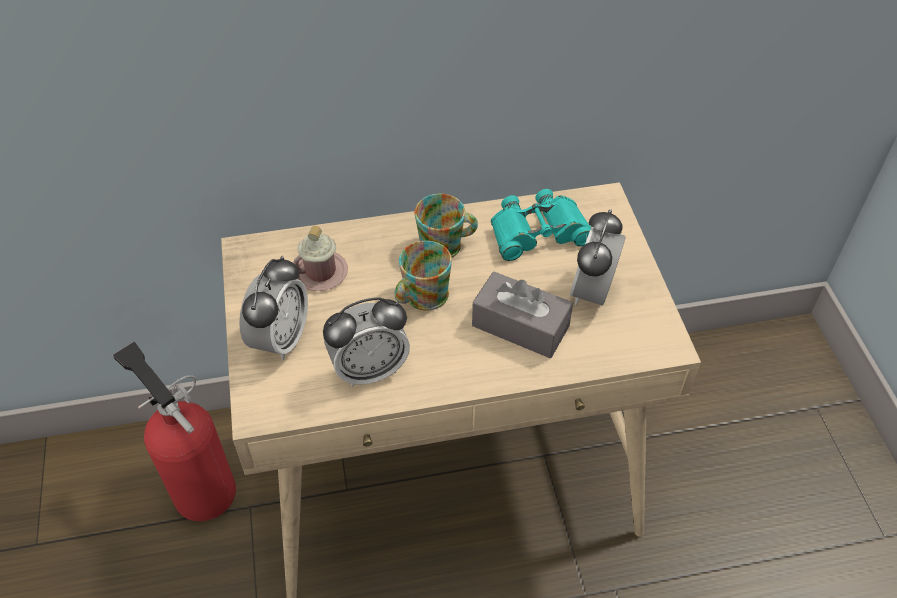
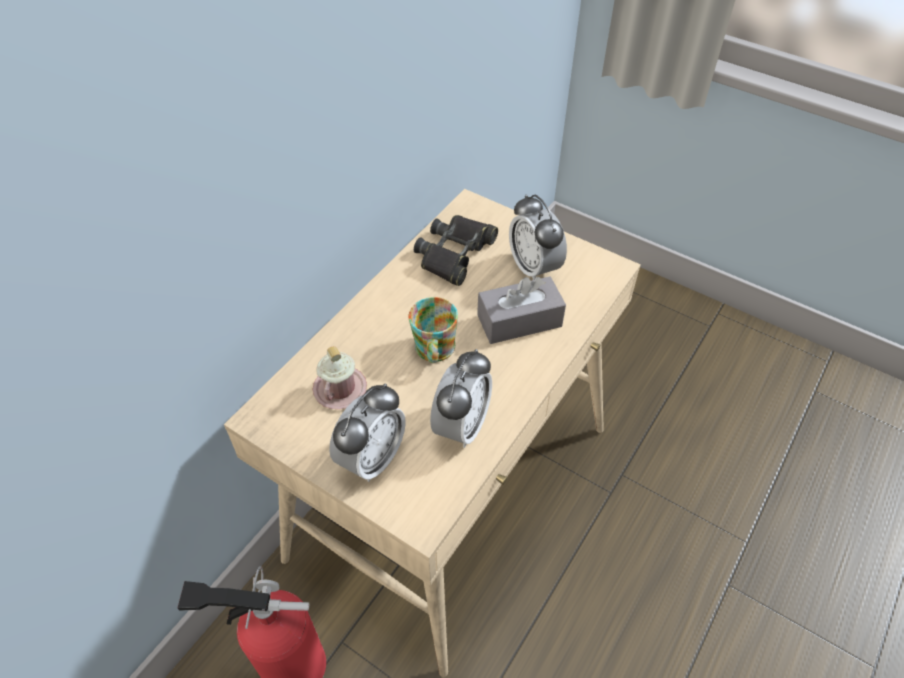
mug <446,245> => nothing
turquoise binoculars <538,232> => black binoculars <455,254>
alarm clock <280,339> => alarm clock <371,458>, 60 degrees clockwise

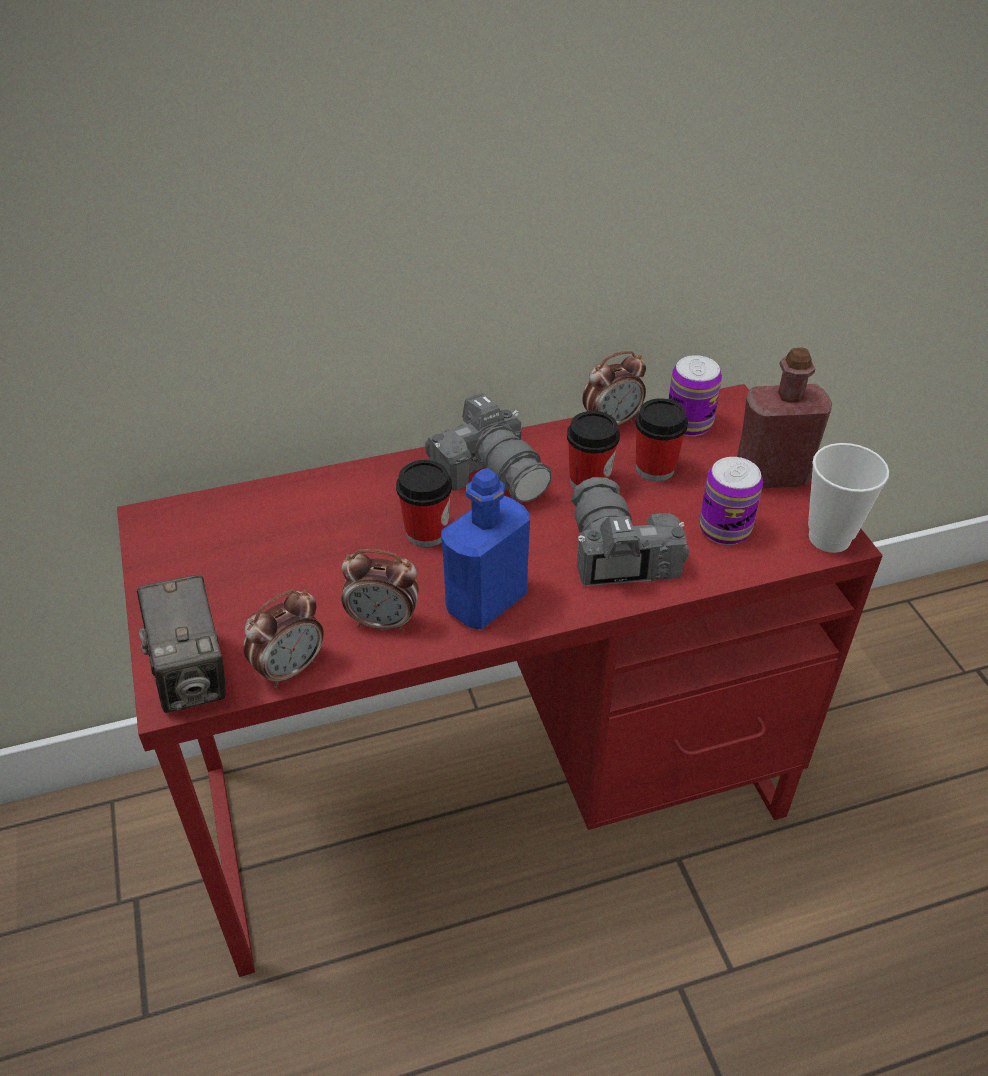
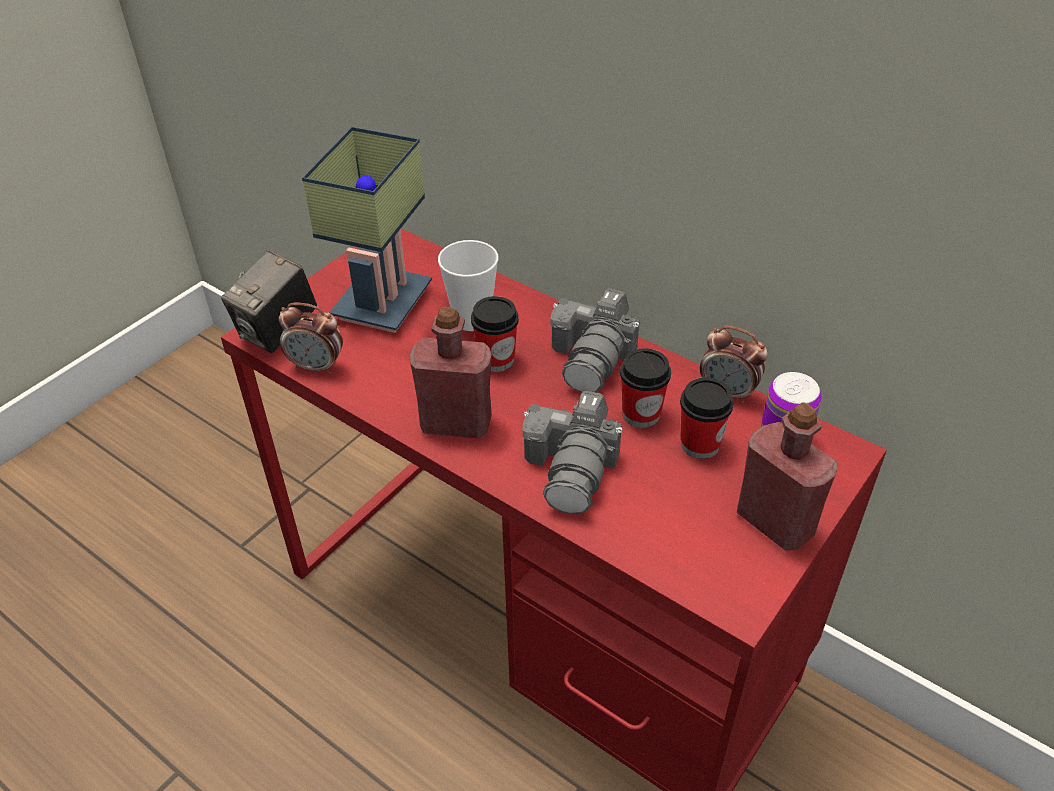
alarm clock <383,622> => nothing
can <724,529> => nothing
nothing => table lamp <385,307>
cup <829,538> => cup <472,320>, shifted
blue bottle <486,602> => red bottle <456,423>
photo camera <616,555> => photo camera <573,469>, 150 degrees clockwise

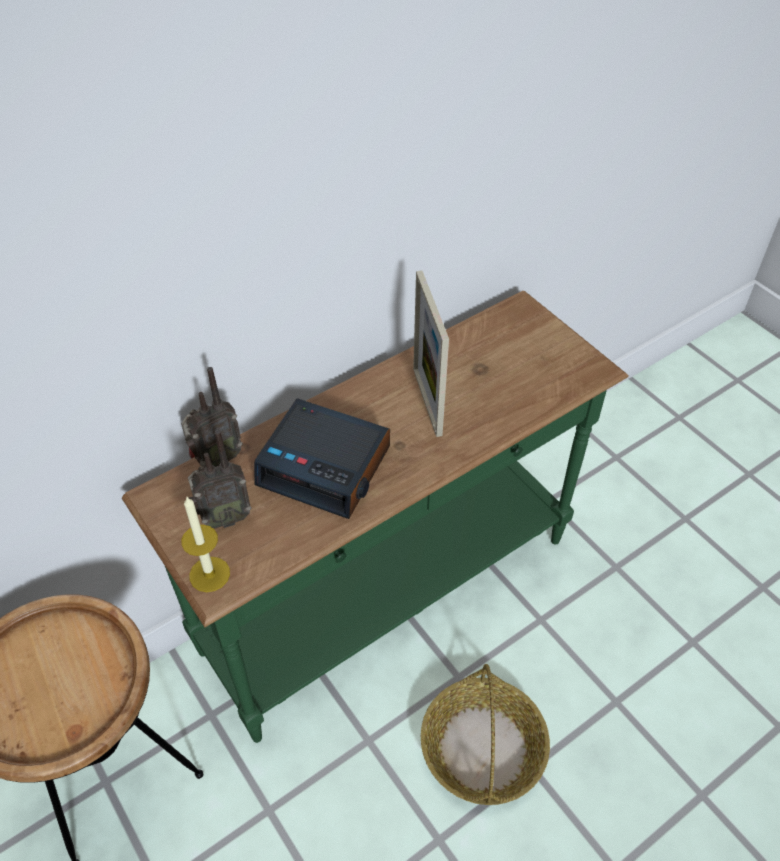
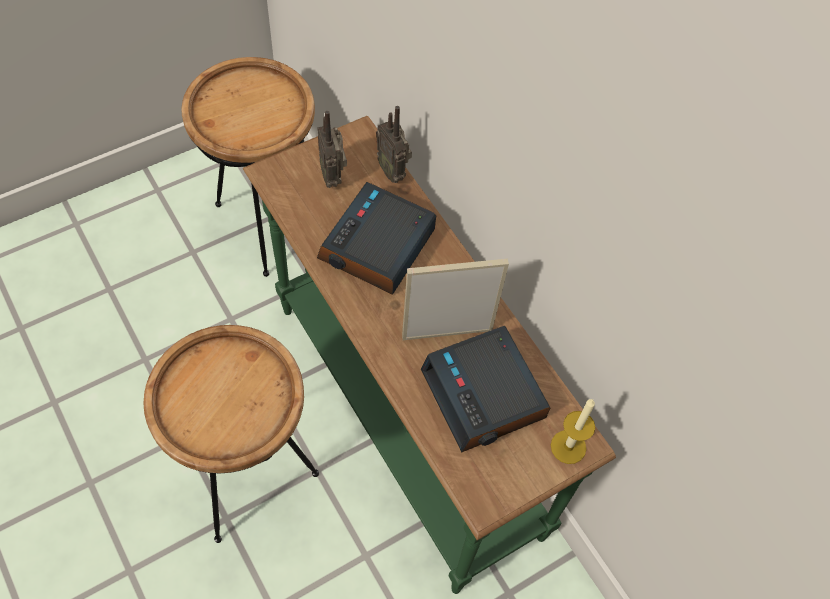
nothing => alarm clock <484,395>
candle <209,574> => candle <568,447>, shifted
basket <482,747> => brown side table <250,480>

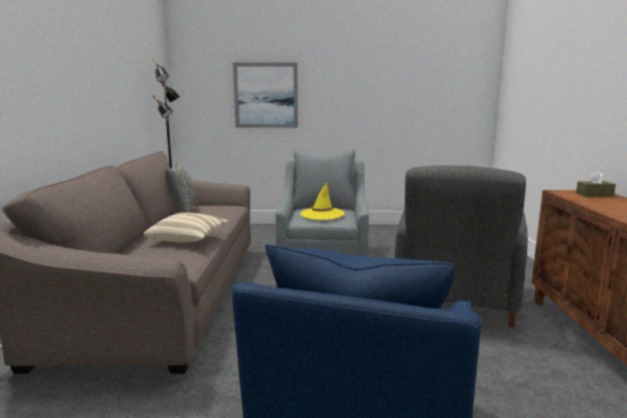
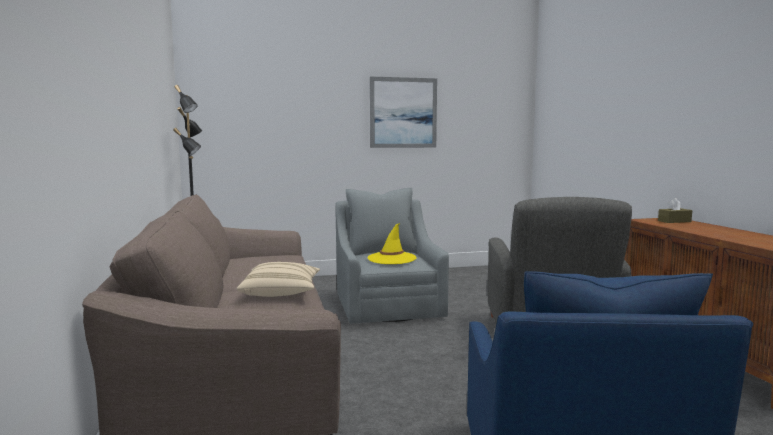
grey pillow <182,211> => nothing
picture <266,95> => picture <403,113>, shifted

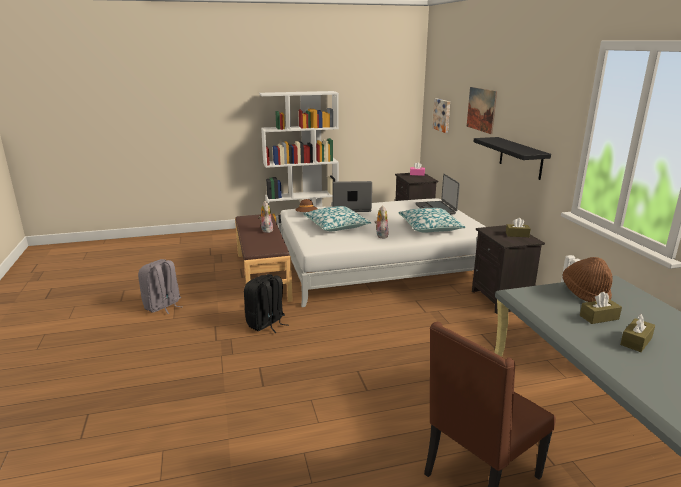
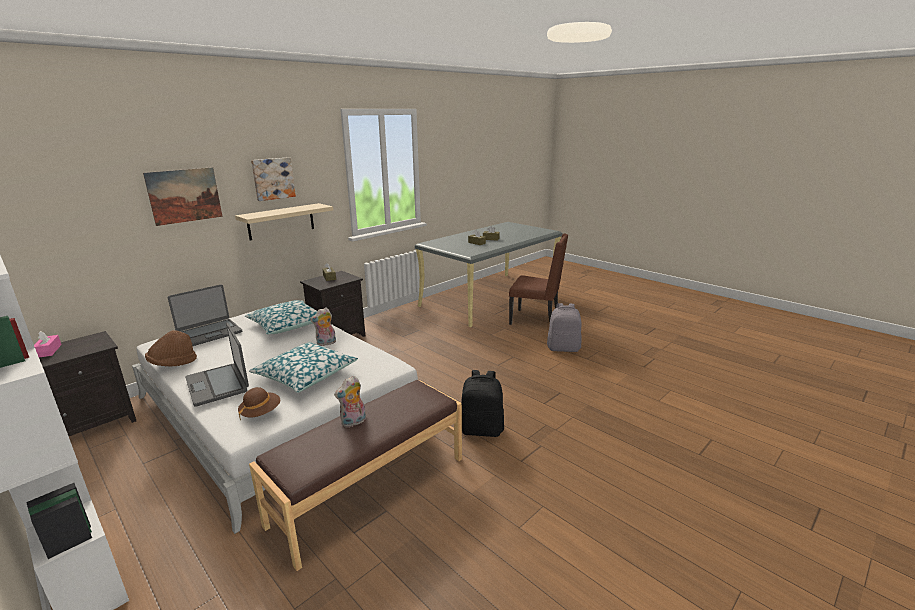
grey backpack <163,306> => grey backpack <563,348>, shifted
picture <442,115> => picture <273,178>, shifted
brown hat <585,292> => brown hat <173,364>, shifted
black shelf <520,158> => beige shelf <281,221>

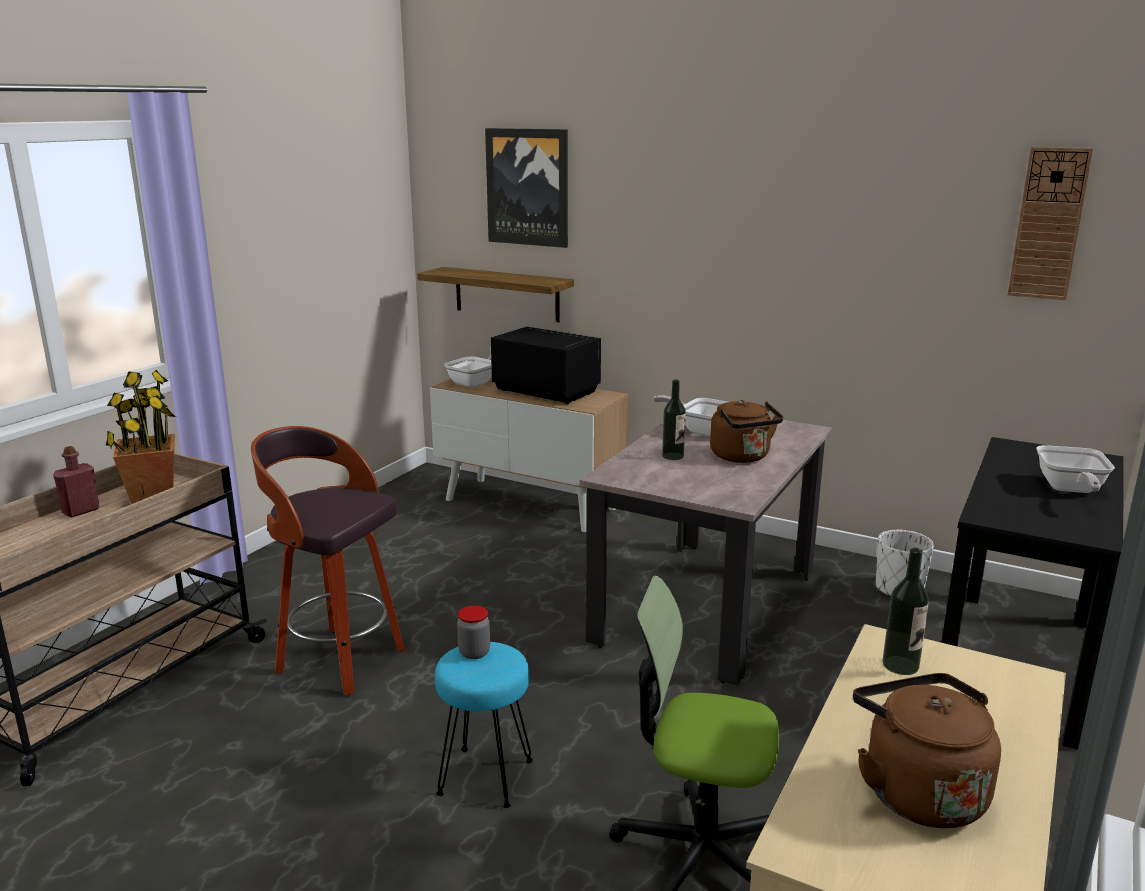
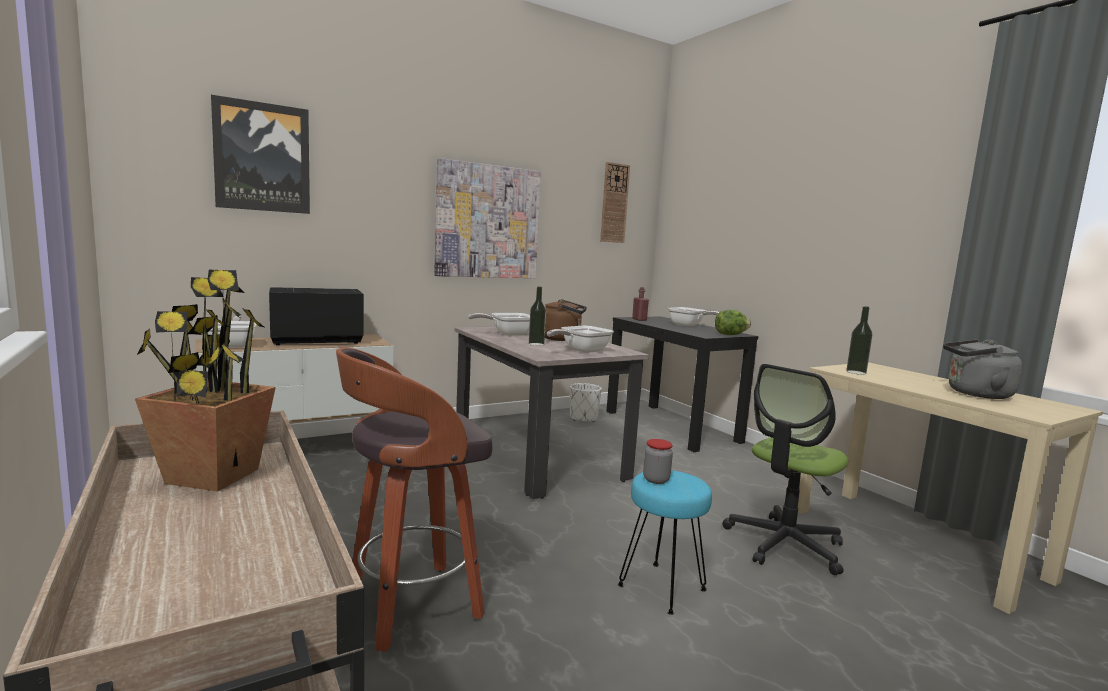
shelf <506,294> => nothing
nothing => picture <487,222>
nothing => frying pan <581,351>
nothing => lettuce <730,335>
red bottle <81,511> => red bottle <639,319>, shifted
brown kettle <918,791> => grey kettle <975,394>

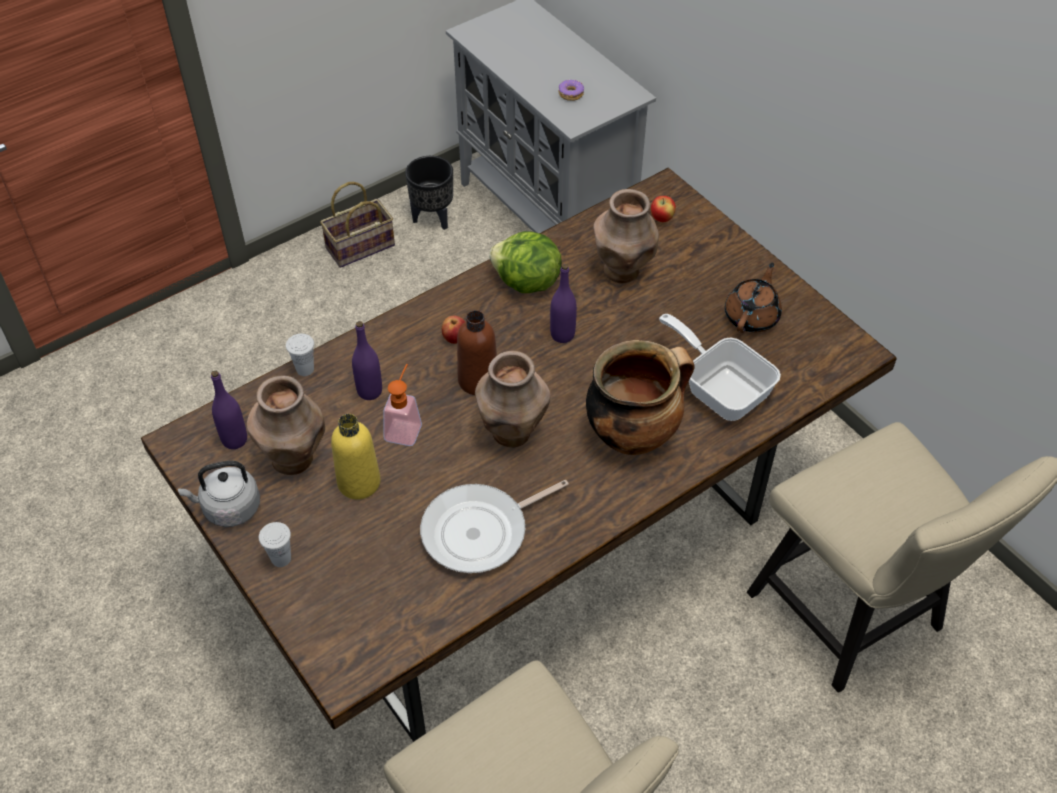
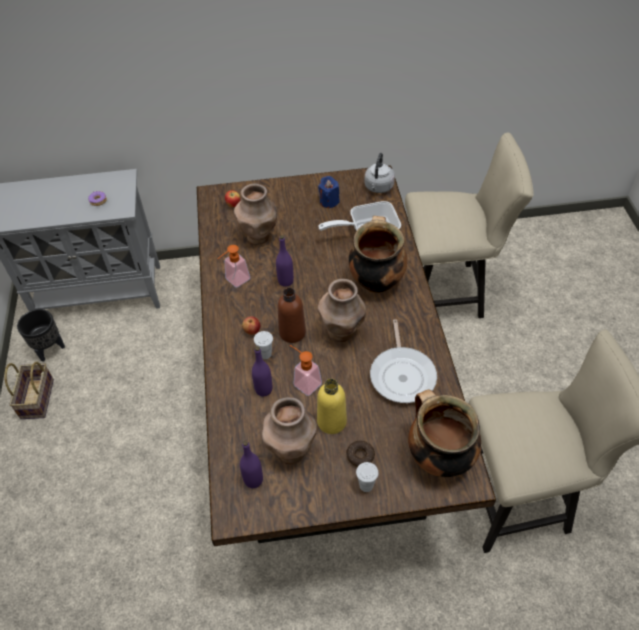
nothing => donut <360,456>
nothing => cooking pot <438,457>
grey kettle <228,508> => grey kettle <378,187>, shifted
white cup <305,369> => white cup <265,354>, shifted
lettuce <526,283> => soap dispenser <234,281>
brown teapot <752,316> => blue candle <329,201>

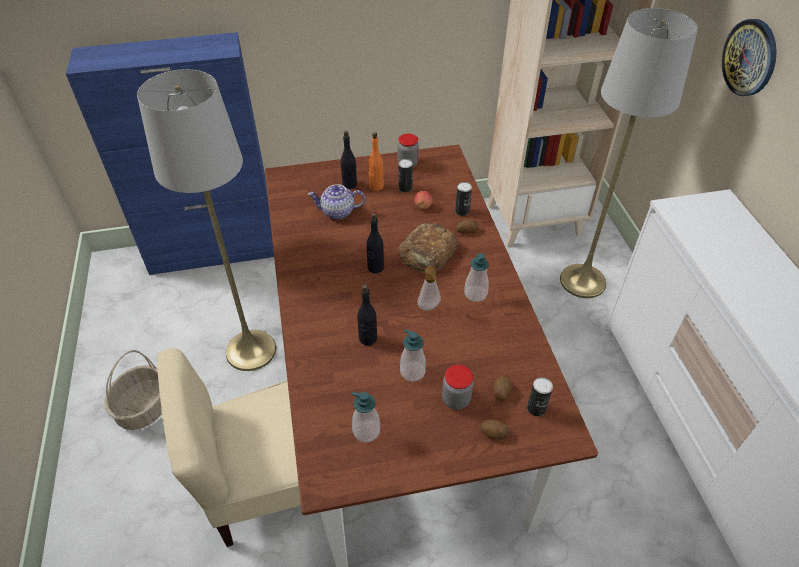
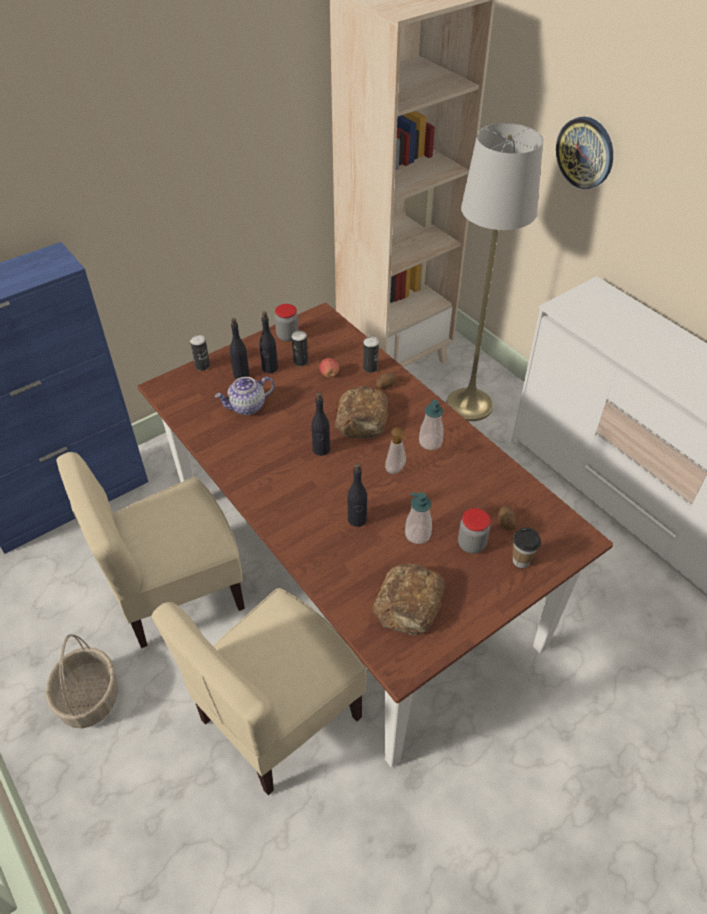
can <536,408> => can <202,366>, shifted
grey floor lamp <251,350> => beige chair <176,591>
soap dispenser <366,431> => bread <409,604>
potato <493,433> => cup <521,561>
orange bottle <376,186> => black bottle <270,368>

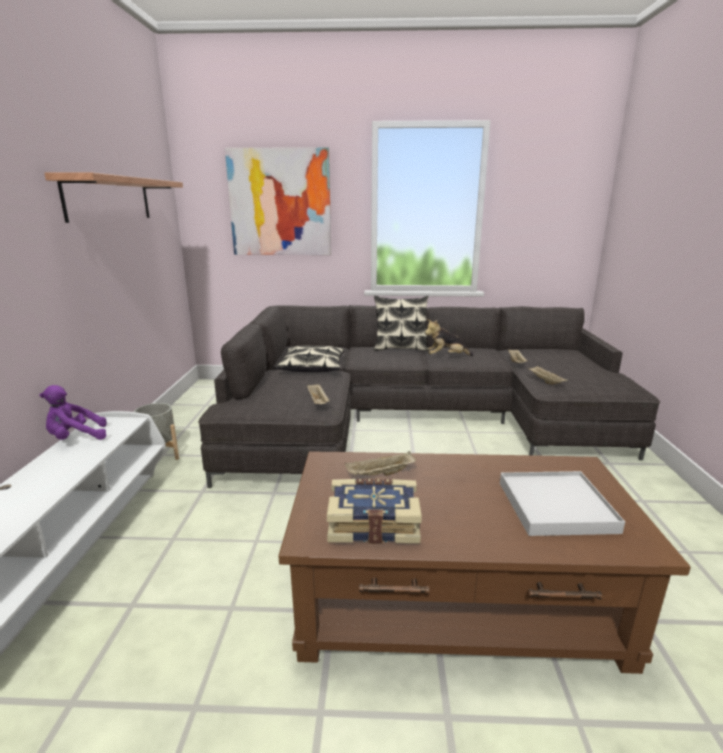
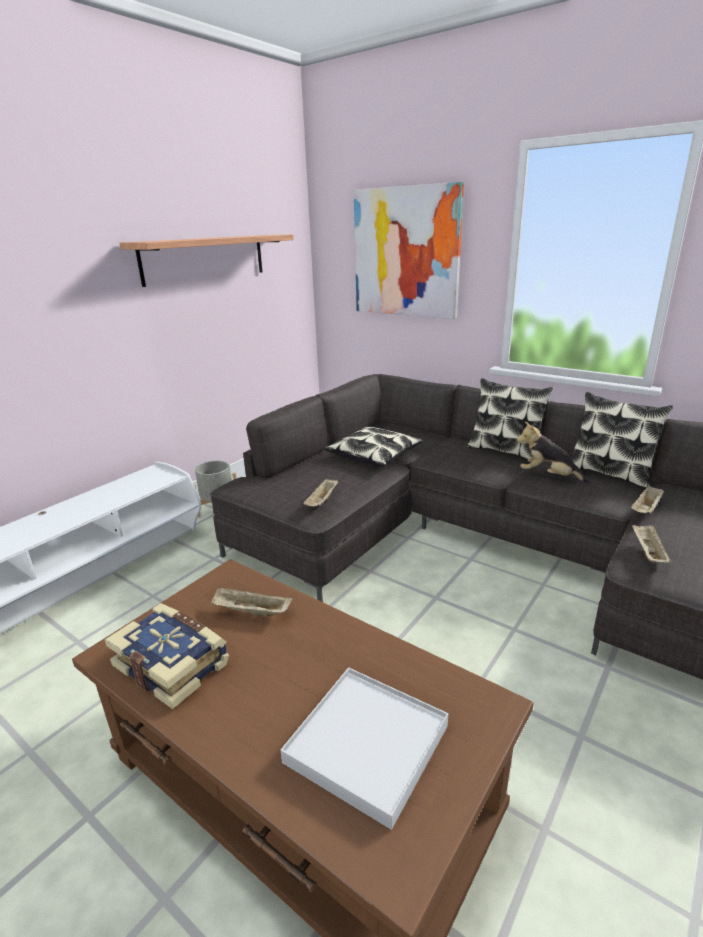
purple plush toy <76,438> => nothing
nothing => pillow <609,473>

